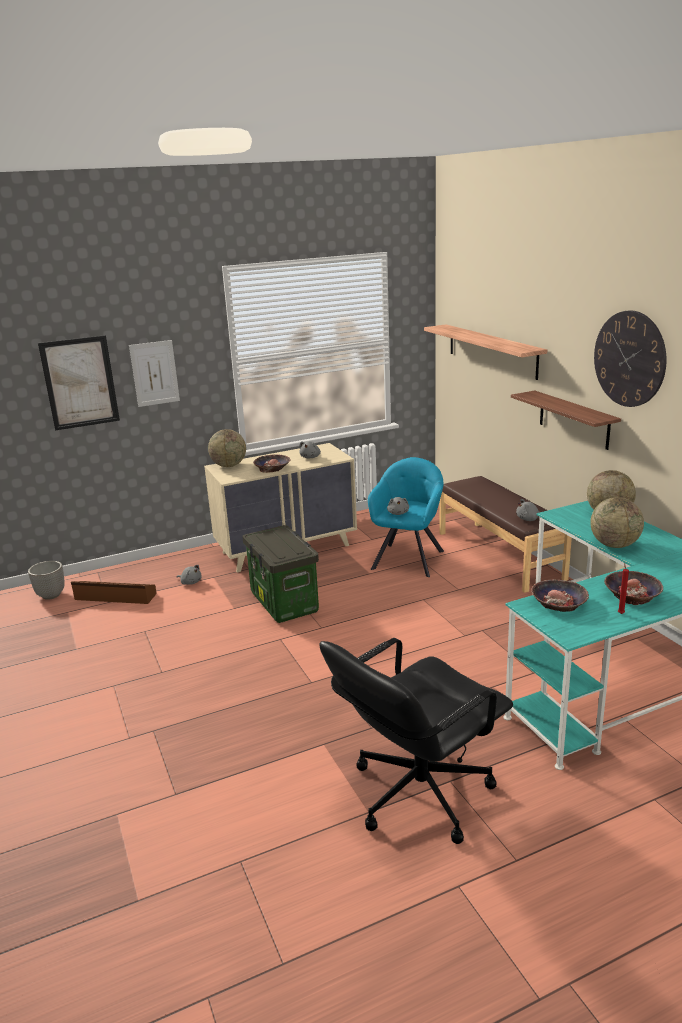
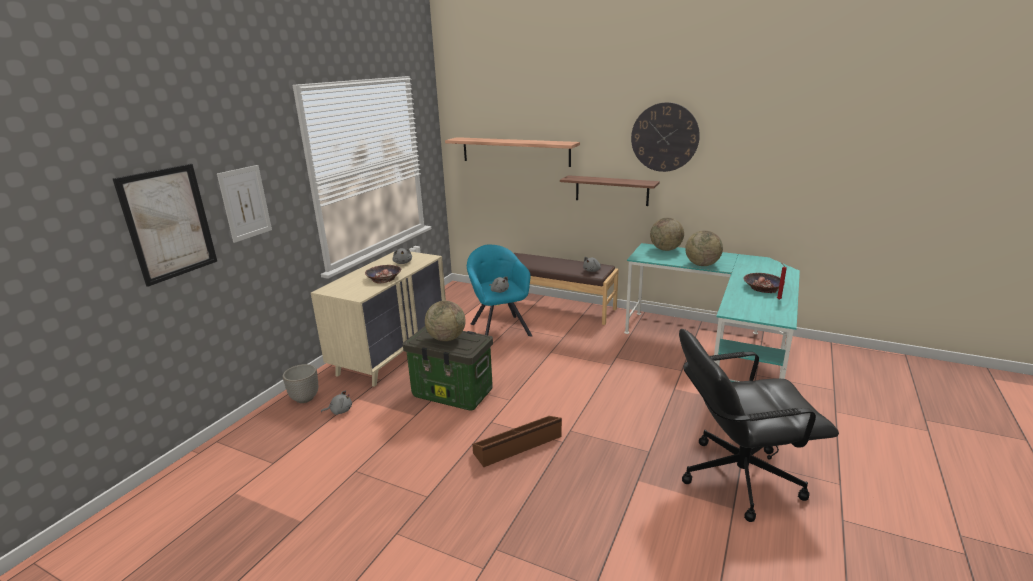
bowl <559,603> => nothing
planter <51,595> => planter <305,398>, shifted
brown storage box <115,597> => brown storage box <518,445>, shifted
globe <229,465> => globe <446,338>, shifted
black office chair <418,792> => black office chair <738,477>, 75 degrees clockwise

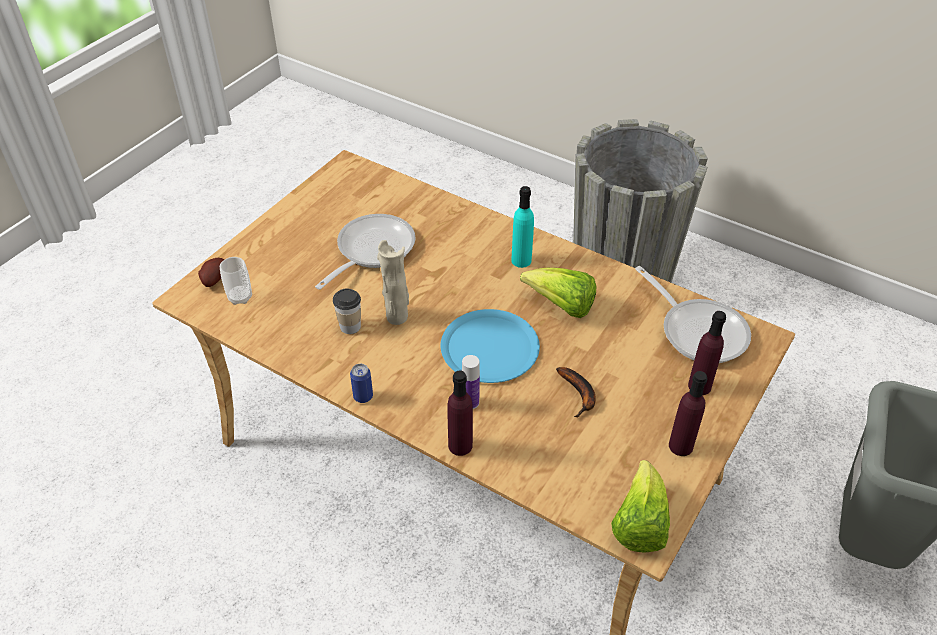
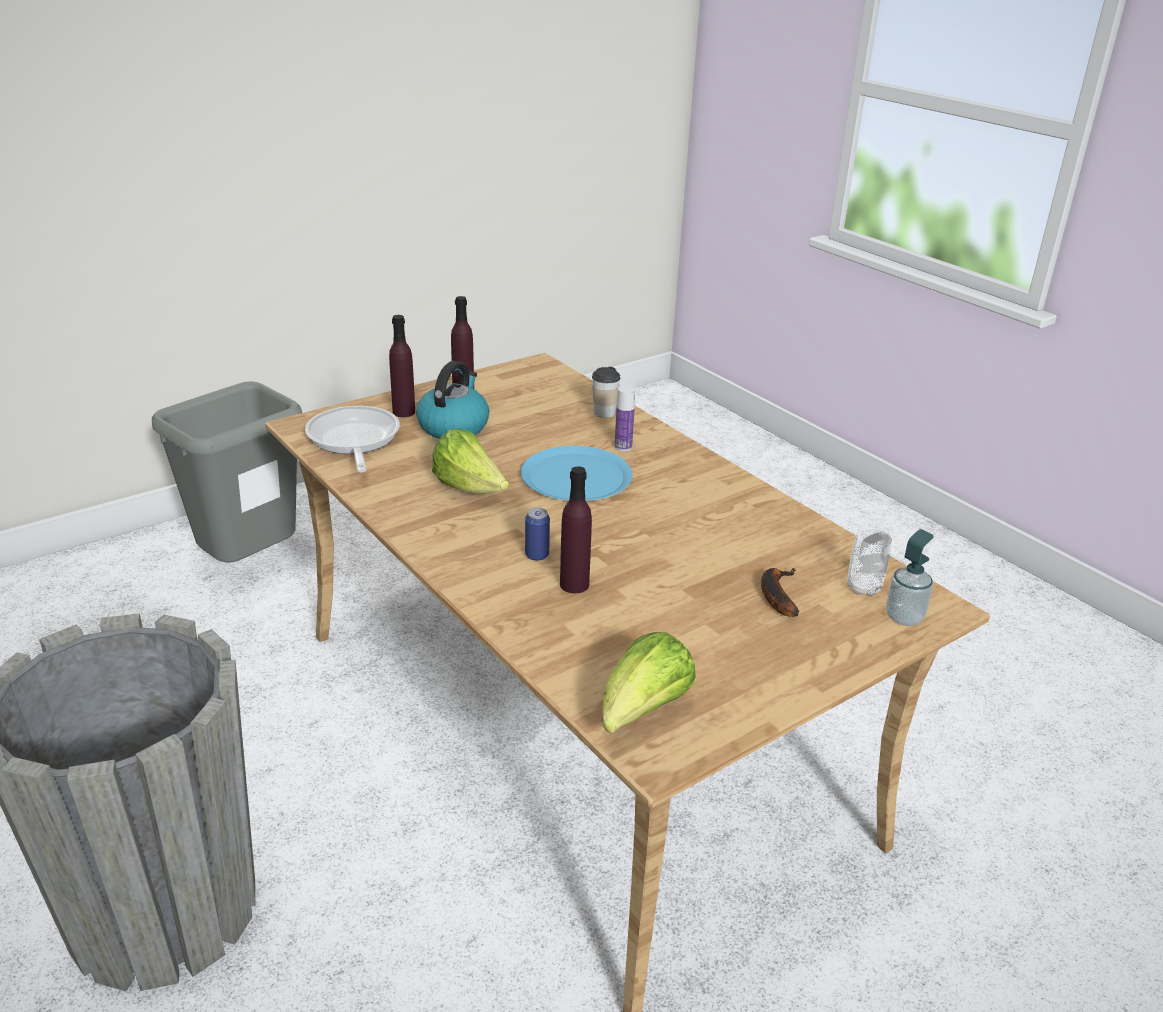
frying pan <371,250> => nothing
beige vase <397,316> => nothing
turquoise bottle <521,260> => nothing
nothing => kettle <453,426>
cup <350,326> => cup <604,413>, shifted
can <363,396> => can <537,555>, shifted
purple bottle <460,445> => purple bottle <574,584>, shifted
banana <579,394> => banana <776,594>, shifted
lettuce <639,524> => lettuce <642,712>, shifted
potato <213,280> => soap dispenser <904,617>

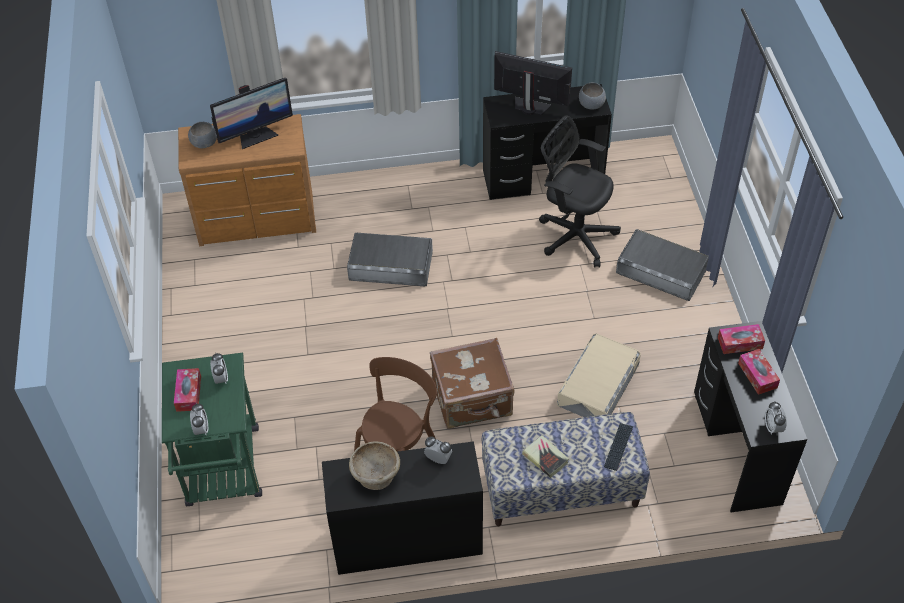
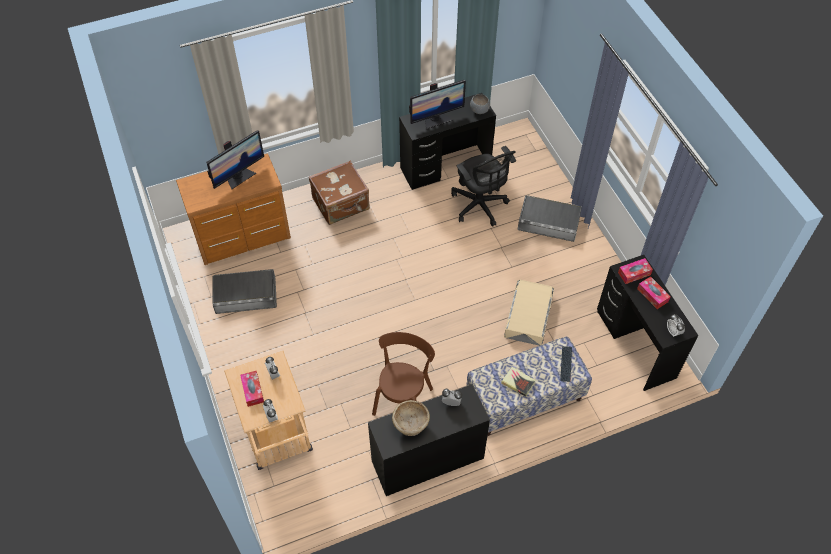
grey bowl <205,143> => nothing
grey storage box <390,265> => grey storage box <245,295>, shifted
brown suitcase <472,400> => brown suitcase <341,204>, shifted
green cart <223,474> => beige cart <278,439>
monitor <530,108> => monitor <436,119>, 150 degrees clockwise
black office chair <574,235> => black office chair <480,206>, 135 degrees counterclockwise

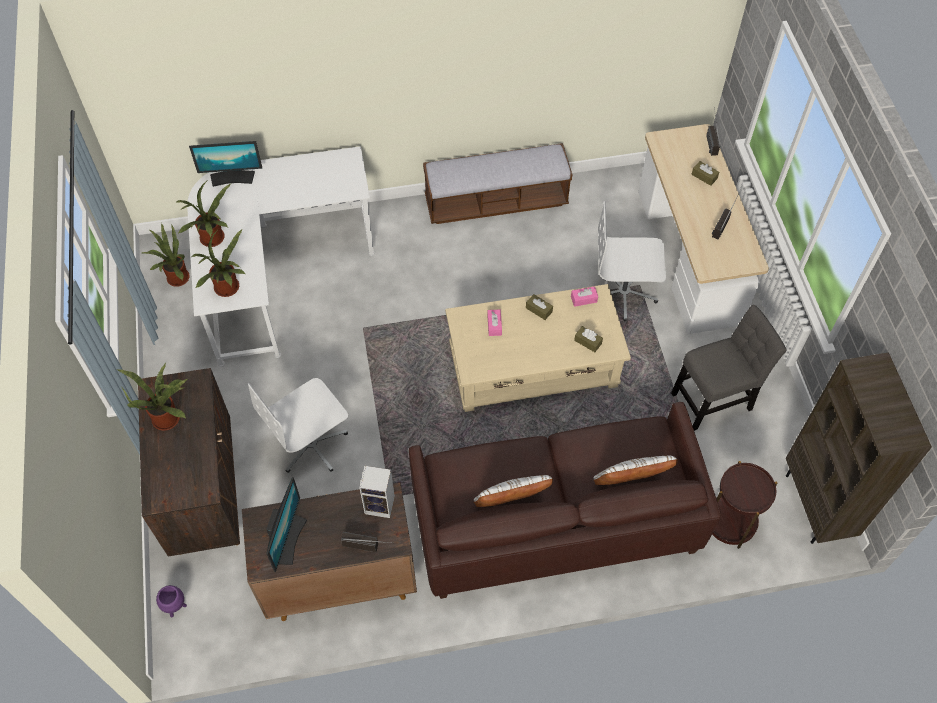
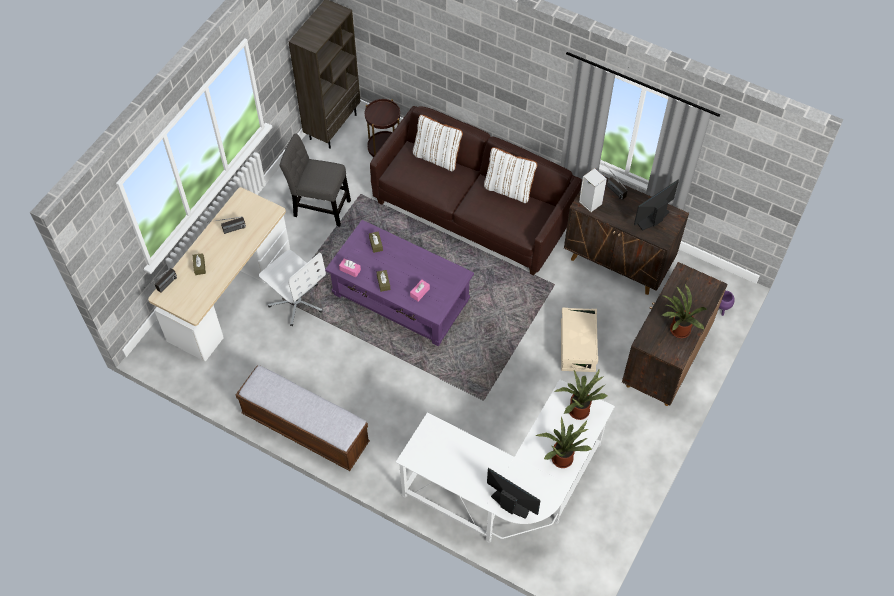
potted plant <176,278> => nothing
white office chair <312,444> => beige storage box <577,346>
beige coffee table <532,366> => purple coffee table <401,298>

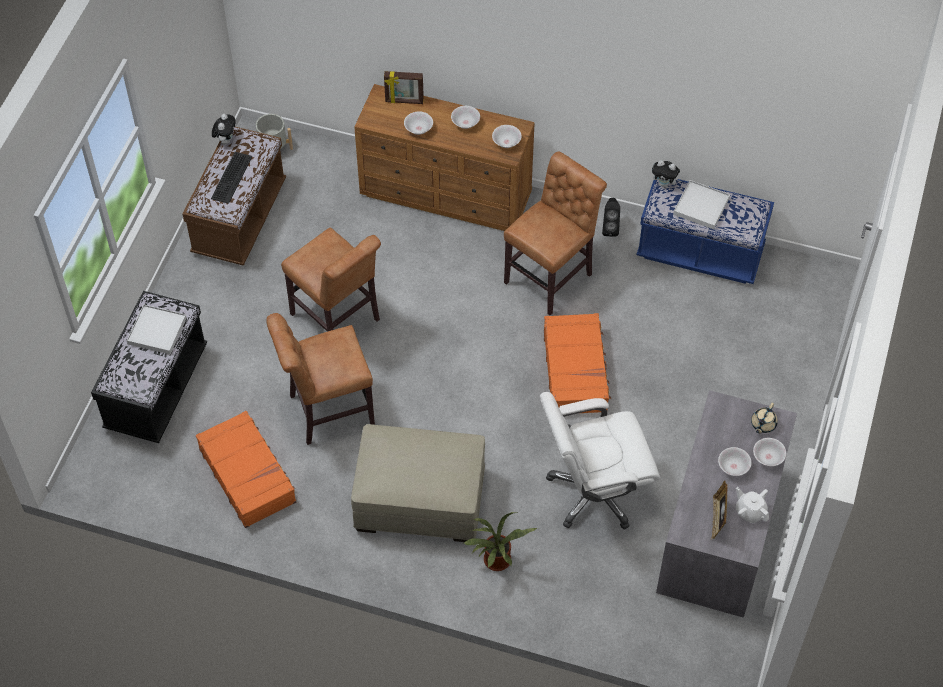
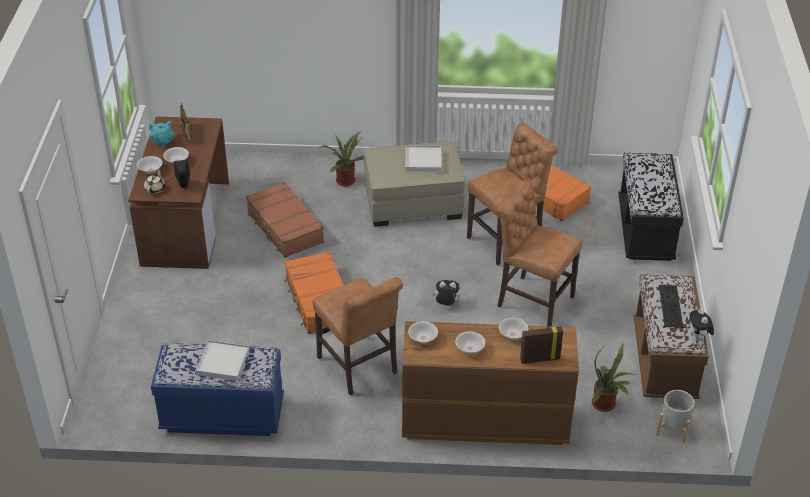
nothing => potted plant <606,405>
white tray <157,331> => white tray <423,160>, shifted
black speaker <610,228> => black speaker <184,187>, shifted
plush toy <665,184> => plush toy <446,304>, shifted
white office chair <594,492> => brown suitcase <284,228>
grey desk <720,531> => brown desk <185,222>
white teapot <750,512> => turquoise teapot <162,141>
brown chair <551,276> => brown chair <359,368>, 60 degrees counterclockwise

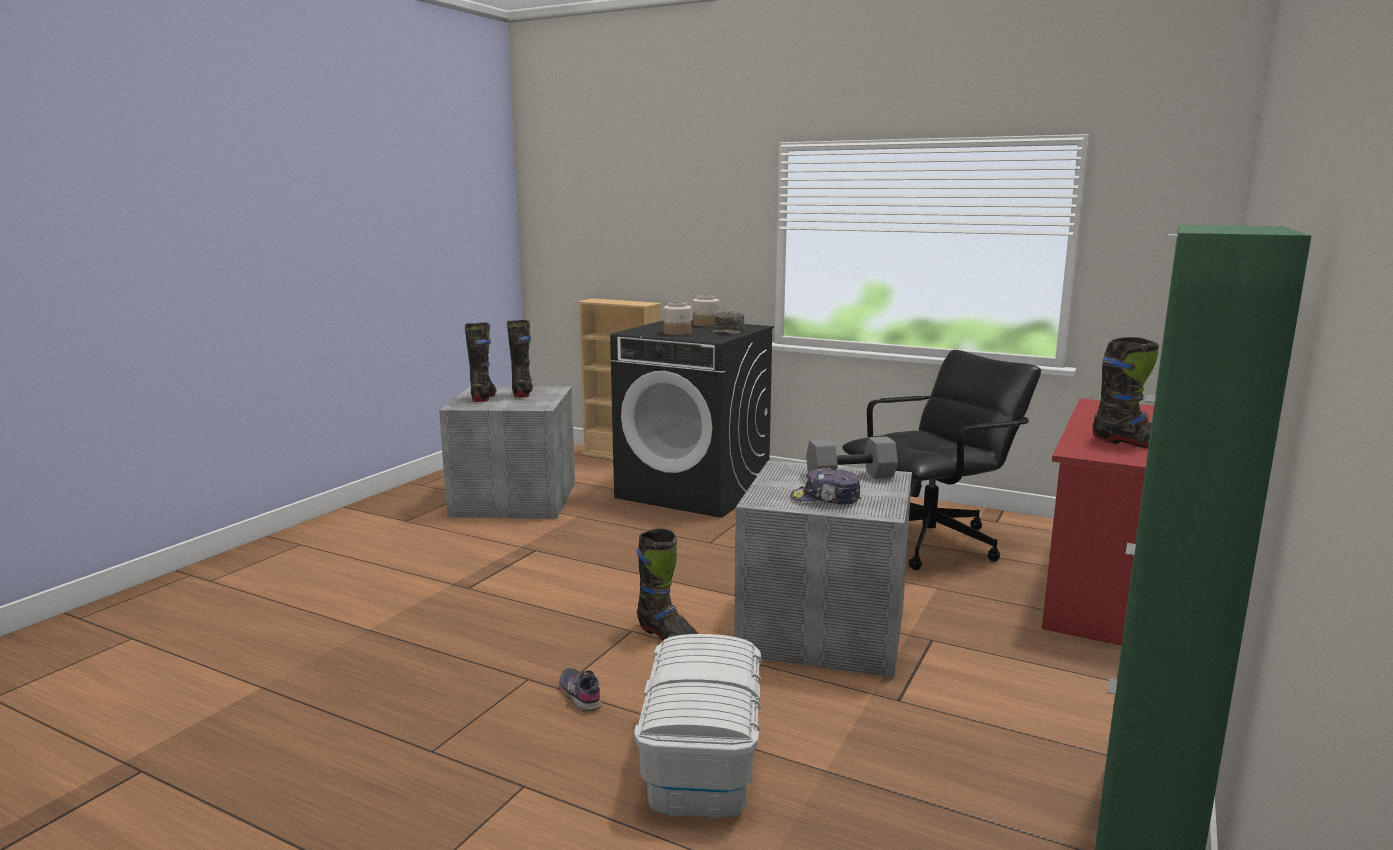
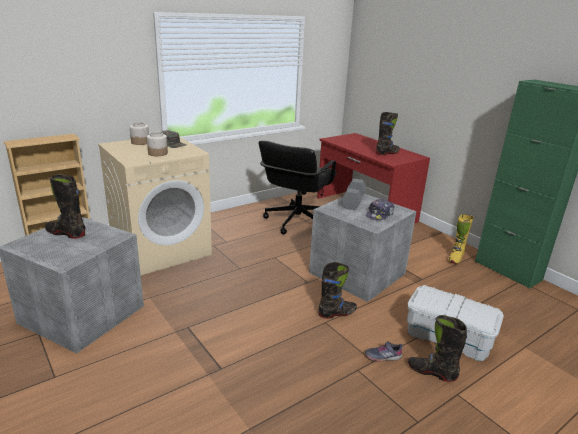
nothing => yellow boot <455,258>
black boot <484,397> => black boot <431,372>, shifted
black washing machine <694,491> => beige washing machine <161,249>
black office chair <930,543> => black office chair <296,221>, 150 degrees counterclockwise

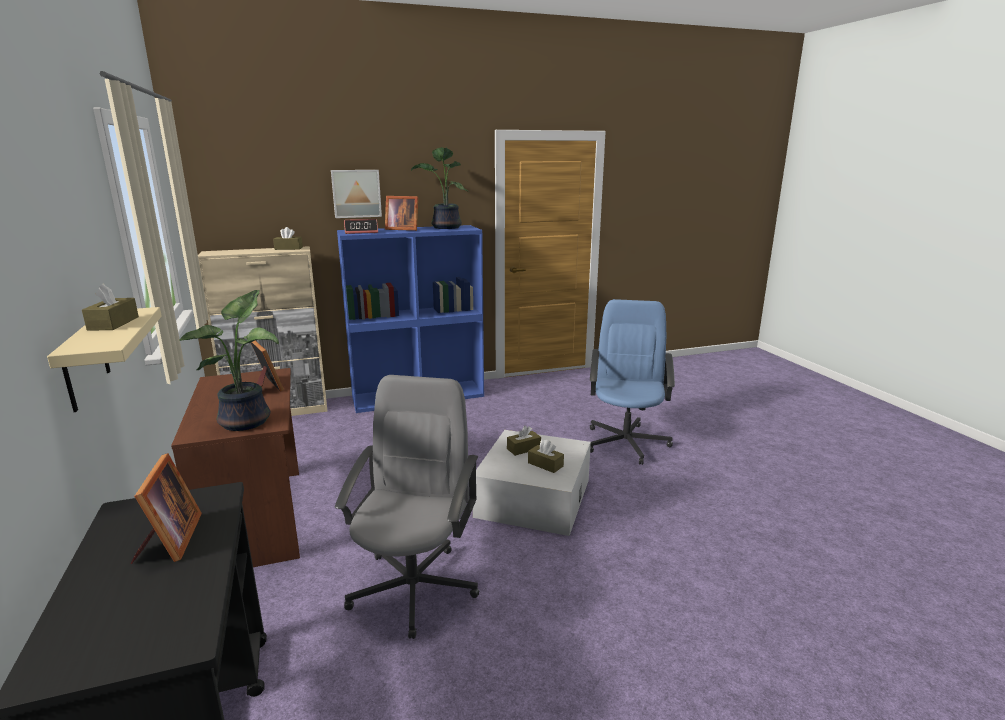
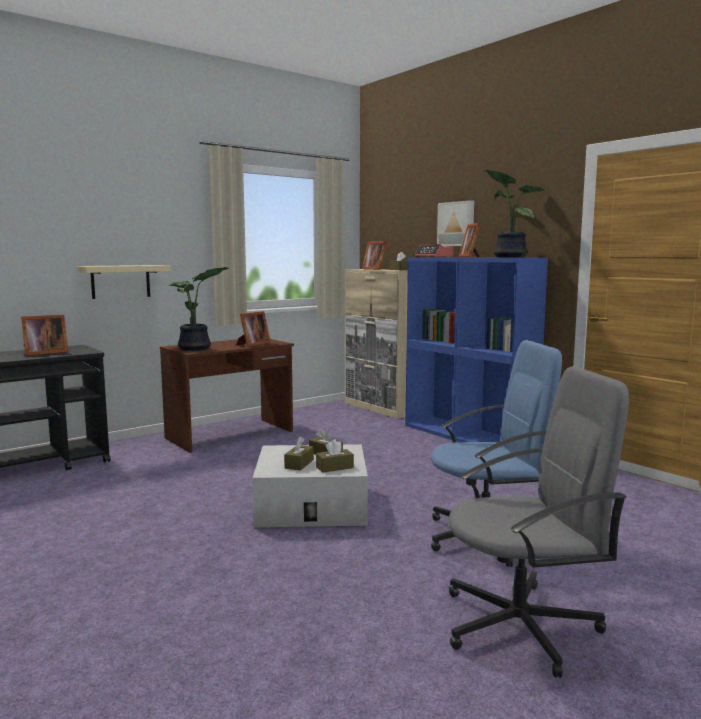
nothing => picture frame <375,269>
brown tissue box <113,323> => brown tissue box <334,467>, shifted
grey office chair <414,586> => grey office chair <522,625>, shifted

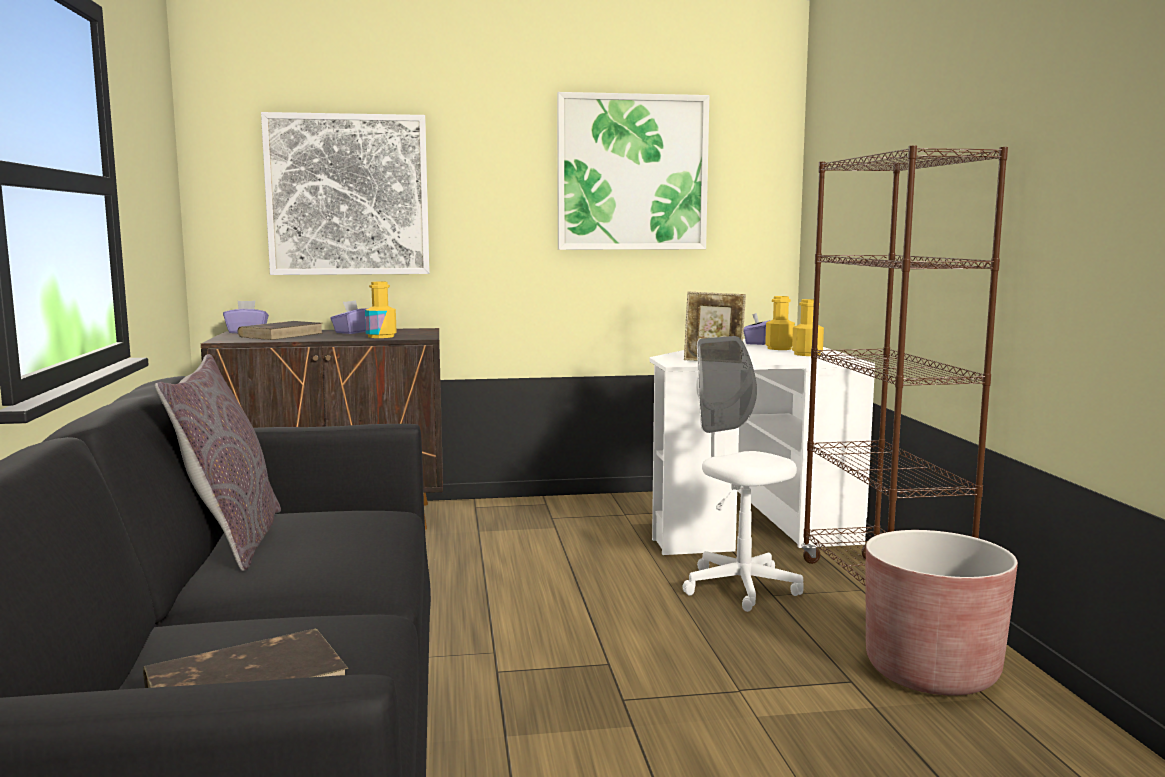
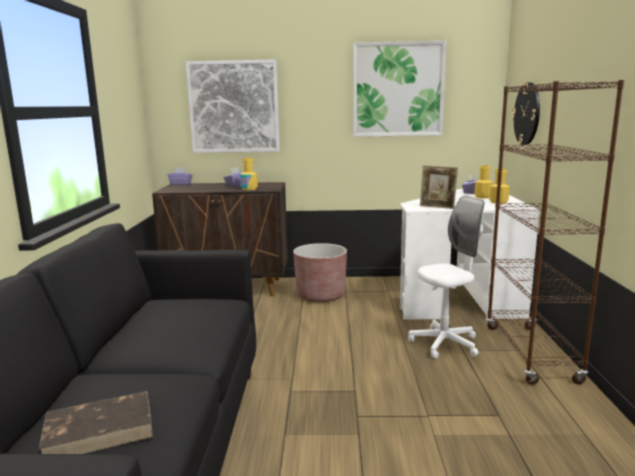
grey pillow <231,540> => nothing
brown book <282,335> => nothing
nothing => wall clock <527,114>
brown planter <932,672> => brown planter <320,295>, shifted
white office chair <740,587> => white office chair <444,344>, 90 degrees clockwise

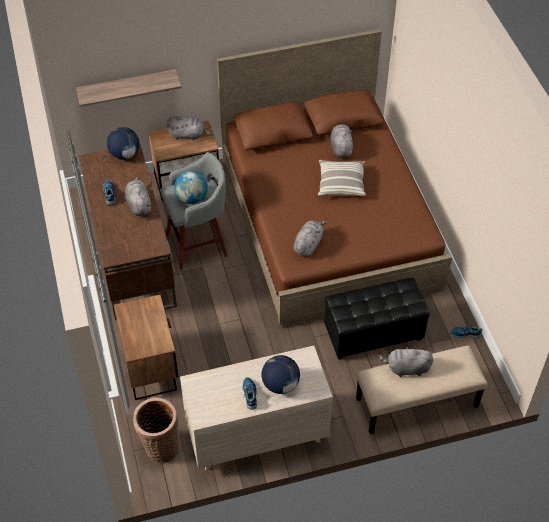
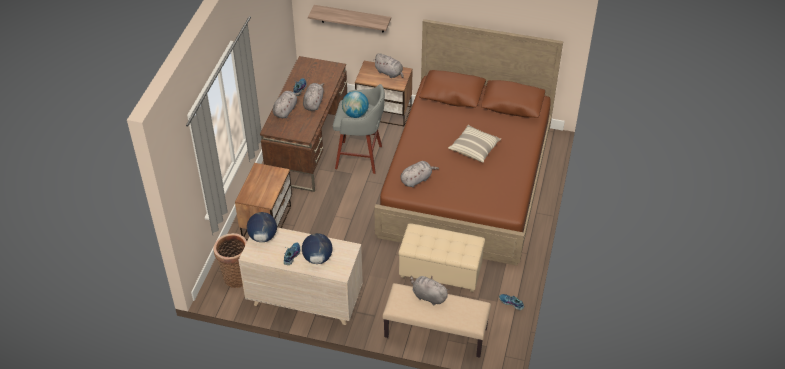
globe <124,154> => globe <263,237>, shifted
grey plush toy <341,147> => grey plush toy <286,110>, shifted
black ottoman <373,333> => beige ottoman <440,271>

